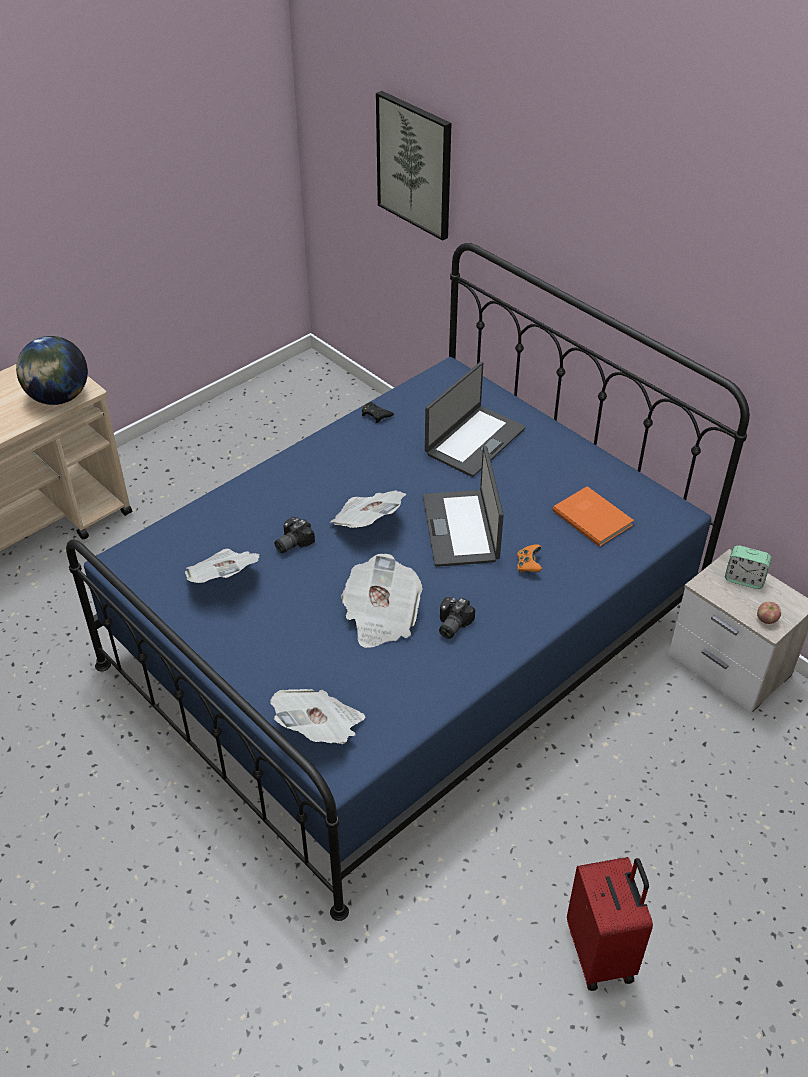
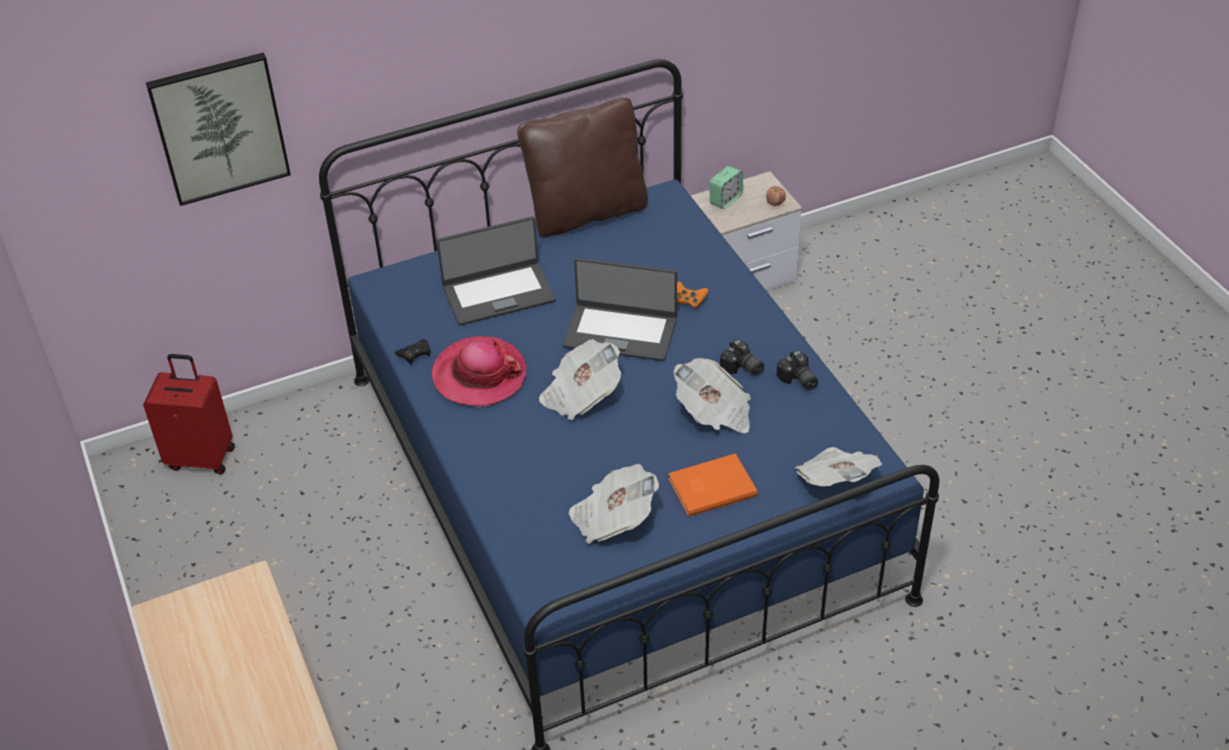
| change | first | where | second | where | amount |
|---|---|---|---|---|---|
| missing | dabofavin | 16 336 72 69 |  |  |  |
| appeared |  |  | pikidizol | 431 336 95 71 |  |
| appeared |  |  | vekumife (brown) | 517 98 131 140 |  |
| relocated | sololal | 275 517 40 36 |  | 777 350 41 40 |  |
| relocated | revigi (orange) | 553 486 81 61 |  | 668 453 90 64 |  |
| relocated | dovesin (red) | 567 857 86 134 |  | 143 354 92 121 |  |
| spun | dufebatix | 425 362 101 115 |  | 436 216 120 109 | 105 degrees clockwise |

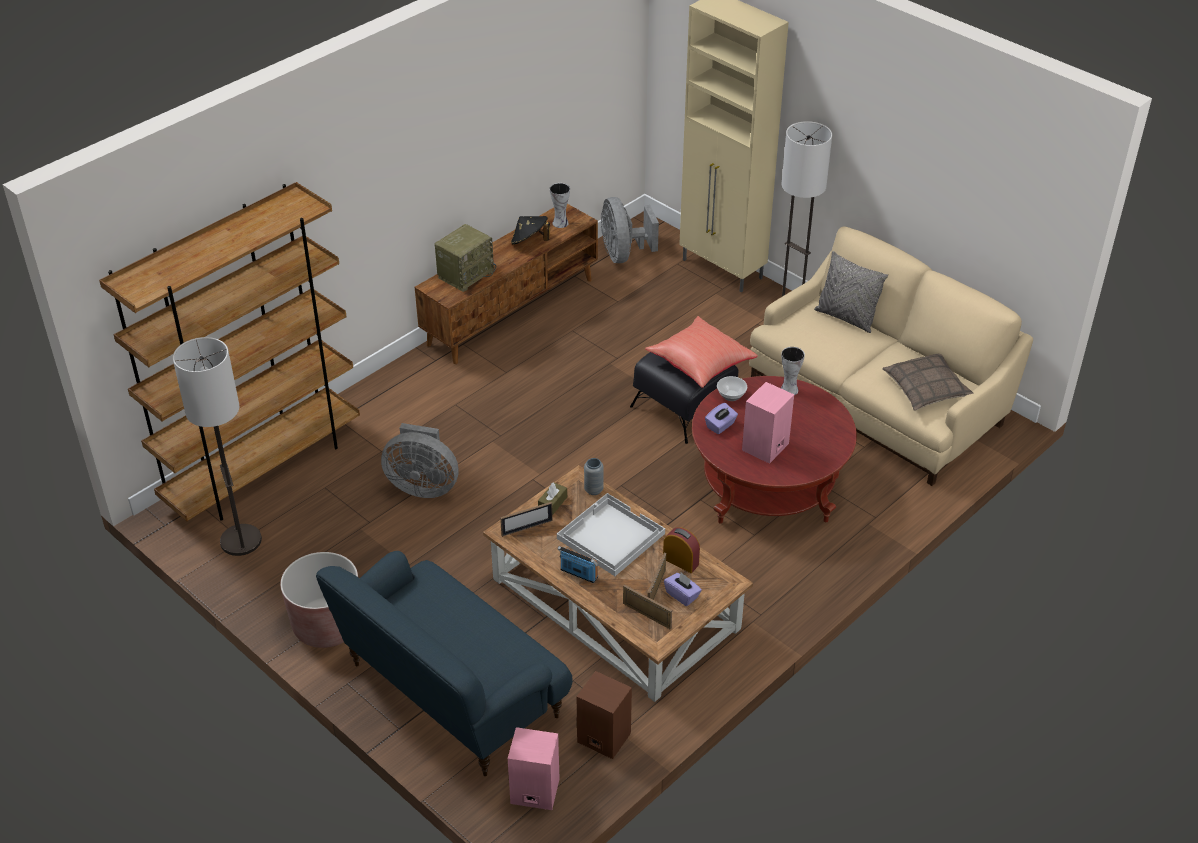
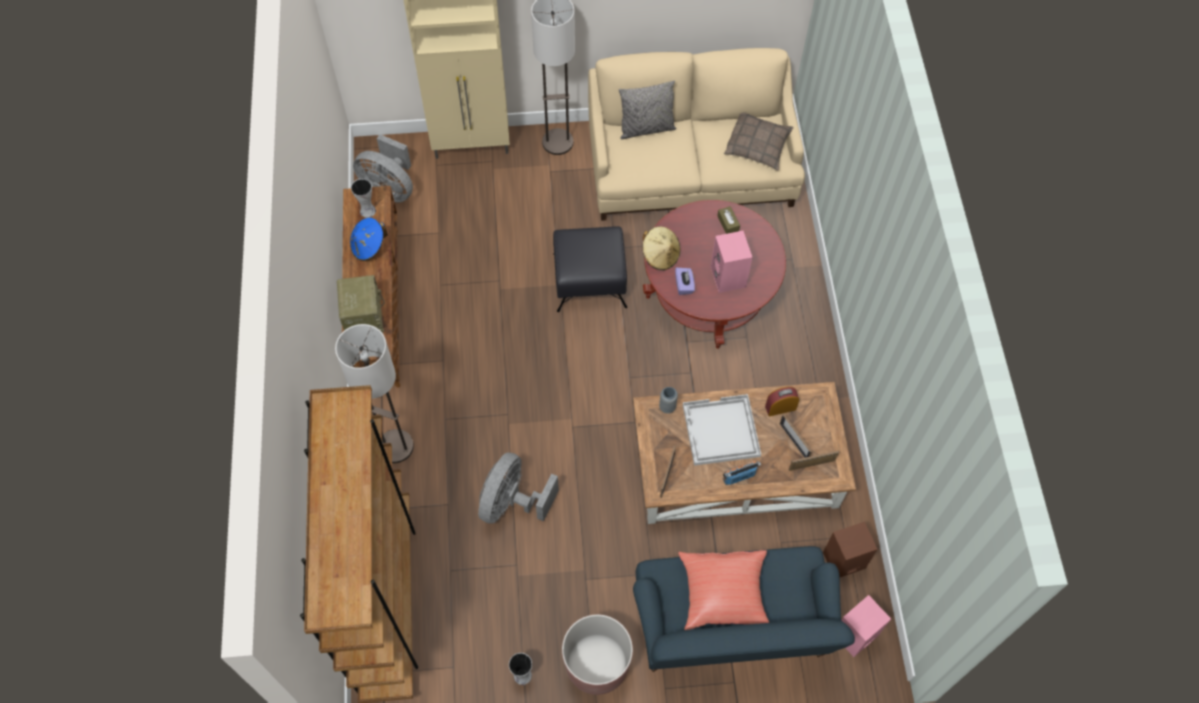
| change | first | where | second | where | amount |
|---|---|---|---|---|---|
| missing | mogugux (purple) | 664 572 38 34 |  |  |  |
| relocated | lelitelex | 173 337 89 219 |  | 335 324 79 139 |  |
| relocated | mogugux (brown) | 538 482 29 33 |  | 717 206 23 28 |  |
| relocated | vekumife (red) | 645 316 113 72 |  | 679 550 90 80 |  |
| relocated | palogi | 781 347 24 48 |  | 509 653 23 32 |  |
| exchanged | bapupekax | 717 376 30 25 | pikidizol (beige) | 642 226 38 44 |  |
| colour | pikidizol (black) | 511 216 39 29 | pikidizol (blue) | 350 218 38 43 |  |
| spun | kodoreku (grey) | 381 423 78 75 |  | 478 452 81 72 | 150 degrees clockwise |

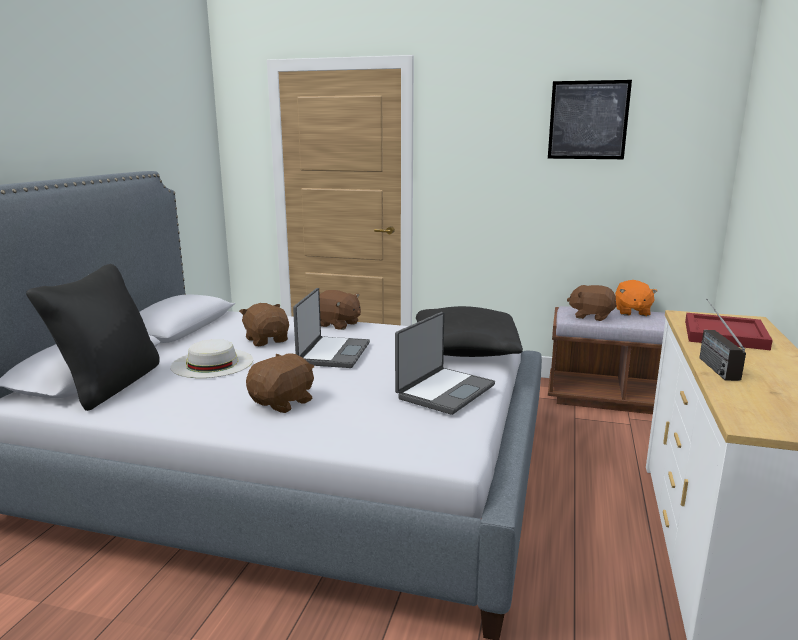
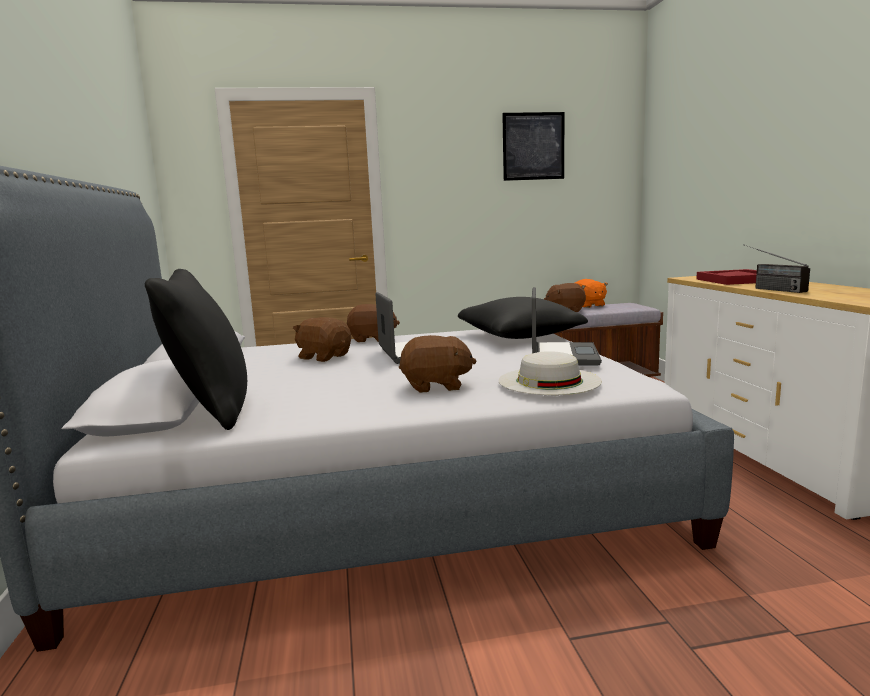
| change | first | where | second | where | amount |
|---|---|---|---|---|---|
| relocated | pikidizol (white) | 170 339 83 39 |  | 498 351 104 44 |  |
| spun | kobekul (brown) | 246 353 68 60 |  | 399 335 78 58 | 75 degrees clockwise |

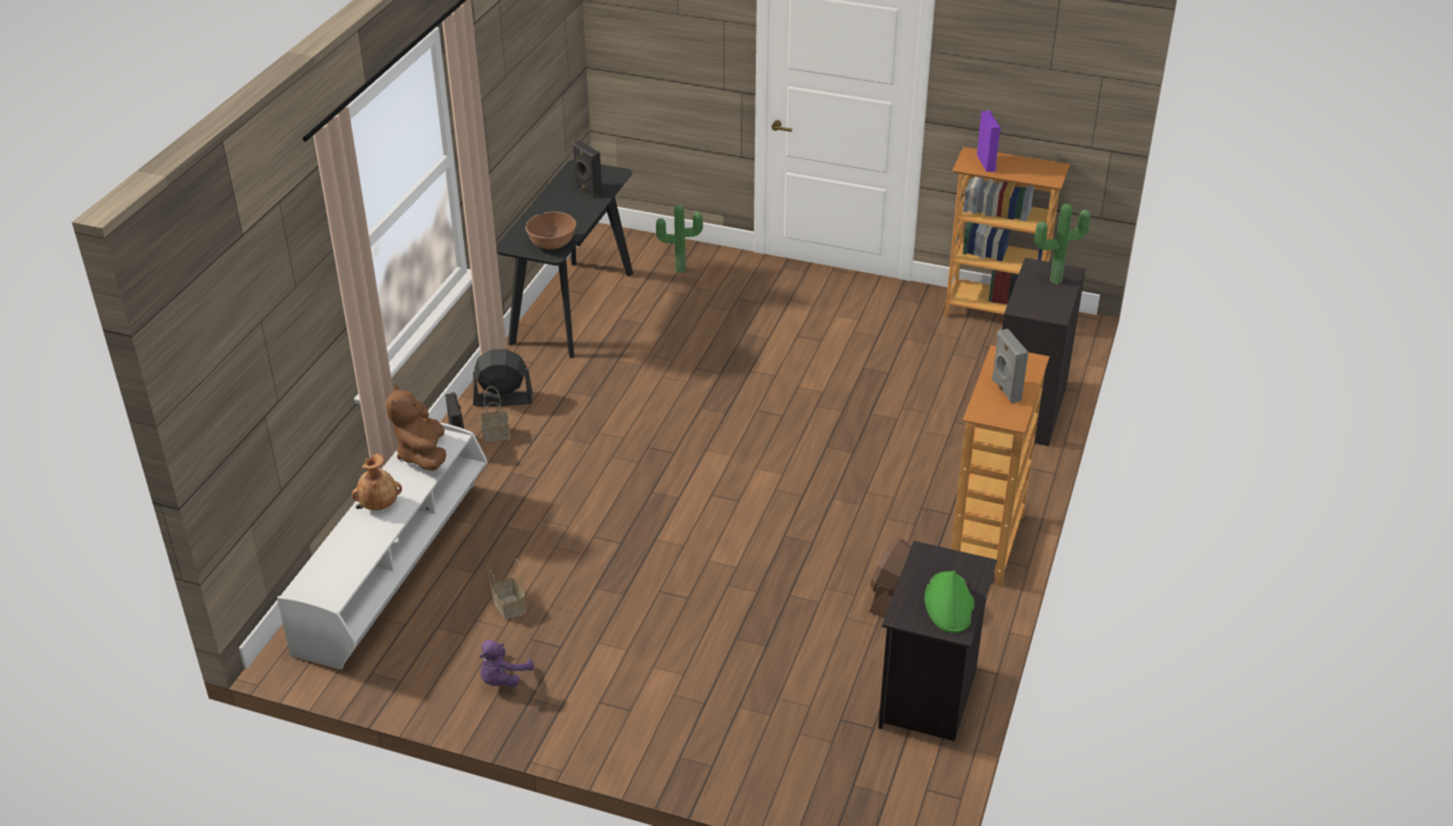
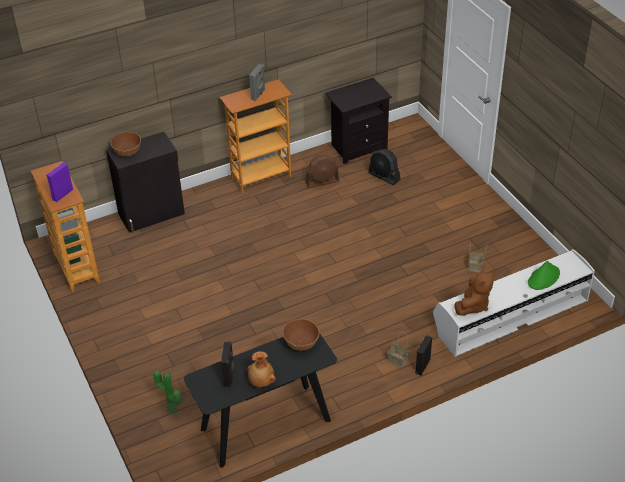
| change | first | where | second | where | amount |
|---|---|---|---|---|---|
| missing | kobekul (purple) | 479 640 55 47 |  |  |  |
| relocated | palogi (brown) | 352 453 50 57 |  | 247 351 29 36 |  |
| relocated | kodoreku (black) | 473 349 59 57 |  | 368 149 33 36 |  |
| relocated | pikidizol (green) | 924 570 50 63 |  | 528 261 32 29 |  |
| exchanged | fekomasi | 1034 204 57 80 | bapupekax (brown) | 110 132 31 25 |  |

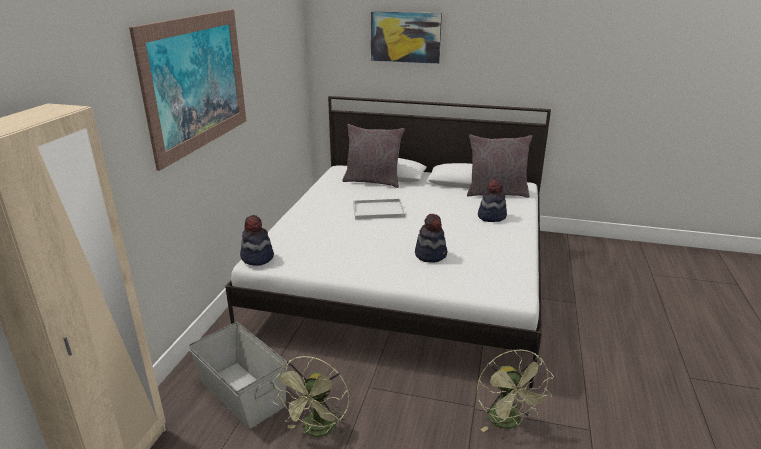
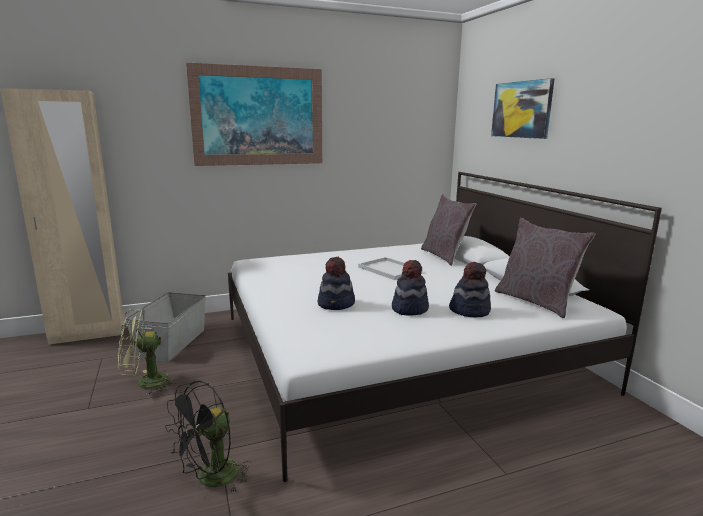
| change | first | where | second | where | amount |
|---|---|---|---|---|---|
| relocated | pikidizol | 240 215 34 51 |  | 392 260 37 56 |  |
| colour | kodoreku (green) | 477 349 77 83 | kodoreku (black) | 165 381 86 112 |  |

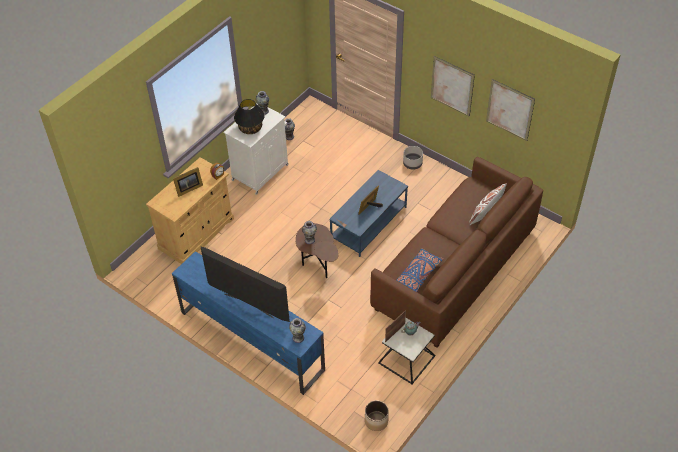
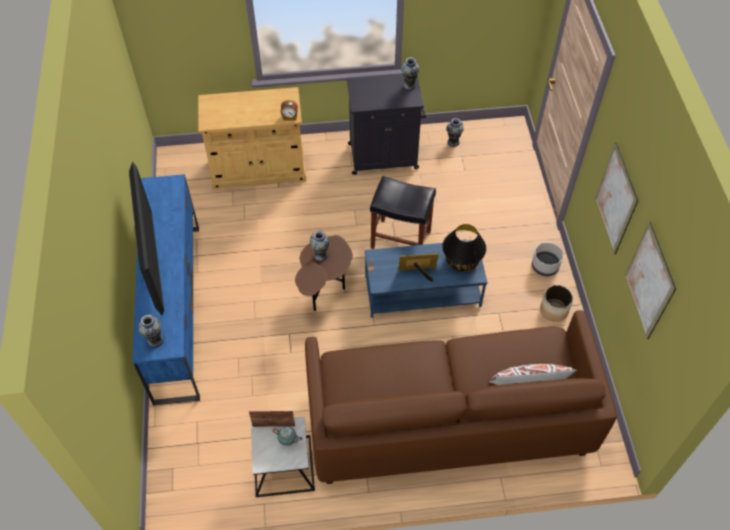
| change | first | where | second | where | amount |
|---|---|---|---|---|---|
| missing | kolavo | 173 167 30 30 |  |  |  |
| missing | vekumife (blue) | 396 248 47 44 |  |  |  |
| appeared |  |  | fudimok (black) | 370 176 66 73 |  |
| relocated | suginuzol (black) | 234 99 31 35 |  | 442 224 44 48 |  |
| relocated | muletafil | 365 400 24 31 |  | 540 285 33 37 |  |
| colour | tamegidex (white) | 223 104 66 91 | tamegidex (black) | 347 74 79 101 |  |

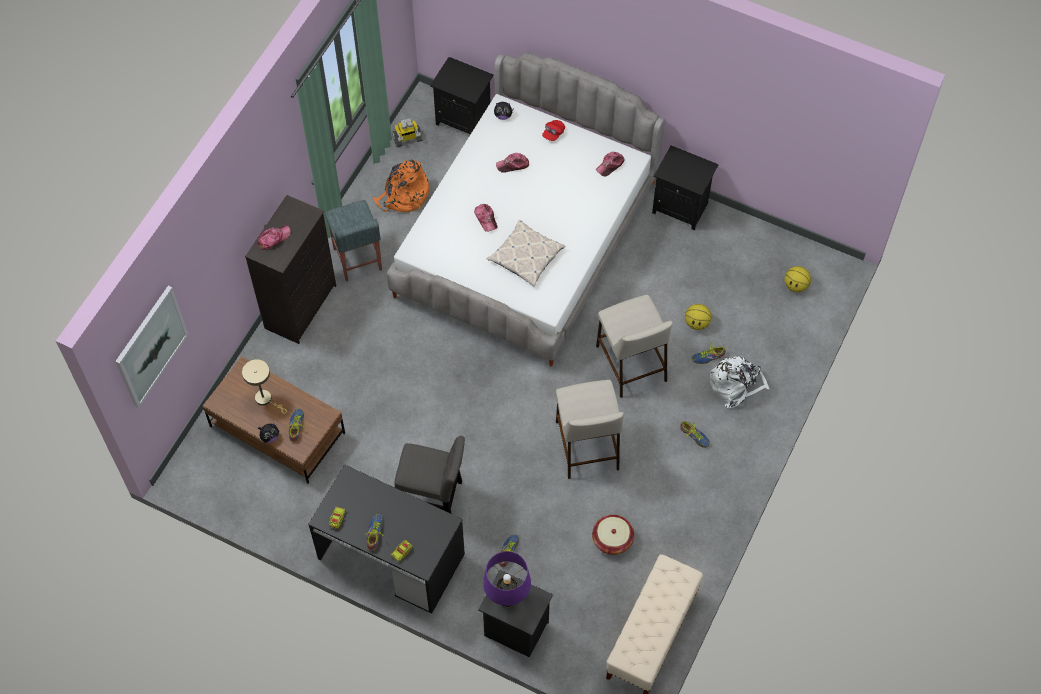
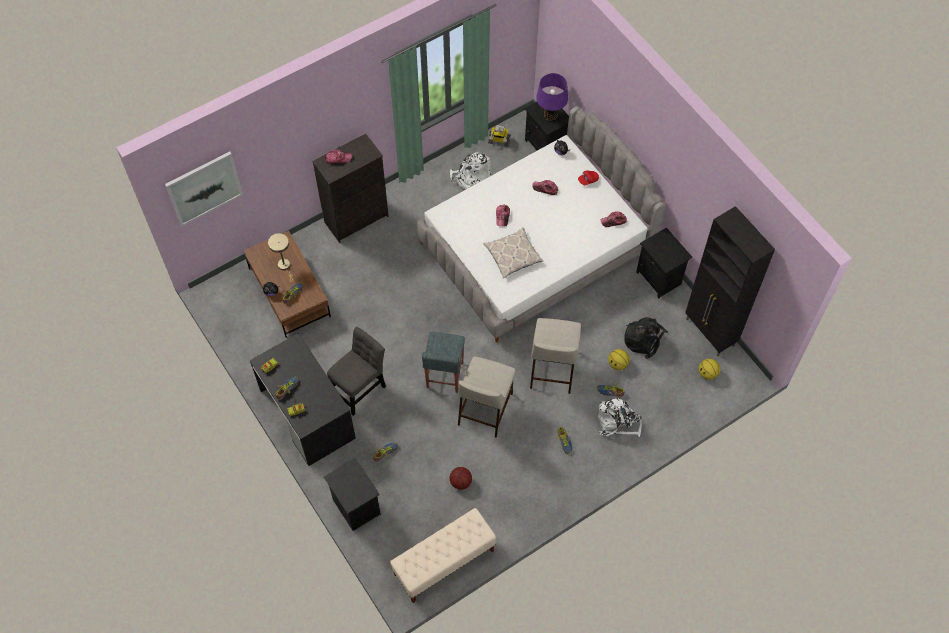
| change | first | where | second | where | amount |
|---|---|---|---|---|---|
| appeared |  |  | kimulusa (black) | 624 317 44 42 |  |
| appeared |  |  | tamegidex (black) | 685 206 90 150 |  |
| relocated | fudimok (grey) | 325 200 57 81 |  | 422 332 43 61 |  |
| relocated | suginuzol (purple) | 483 551 48 56 |  | 536 73 32 48 |  |
| exchanged | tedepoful | 592 515 42 40 | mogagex | 450 467 22 23 |  |
| colour | kimulusa (orange) | 373 160 56 53 | kimulusa (white) | 450 152 41 38 |  |
| spun | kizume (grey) | 394 436 71 78 |  | 327 327 59 89 | 90 degrees counterclockwise |

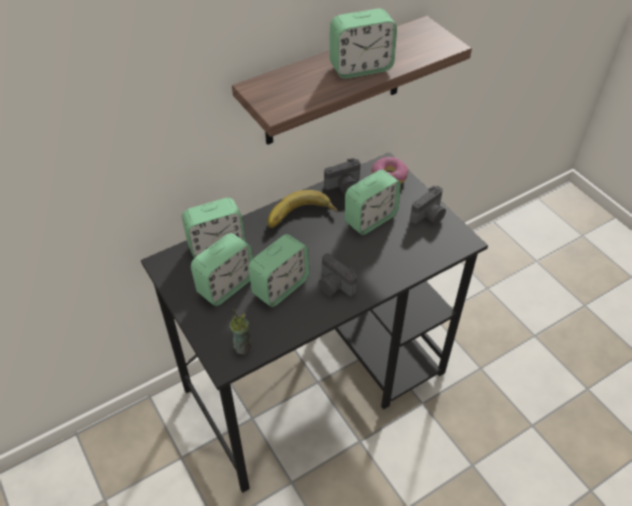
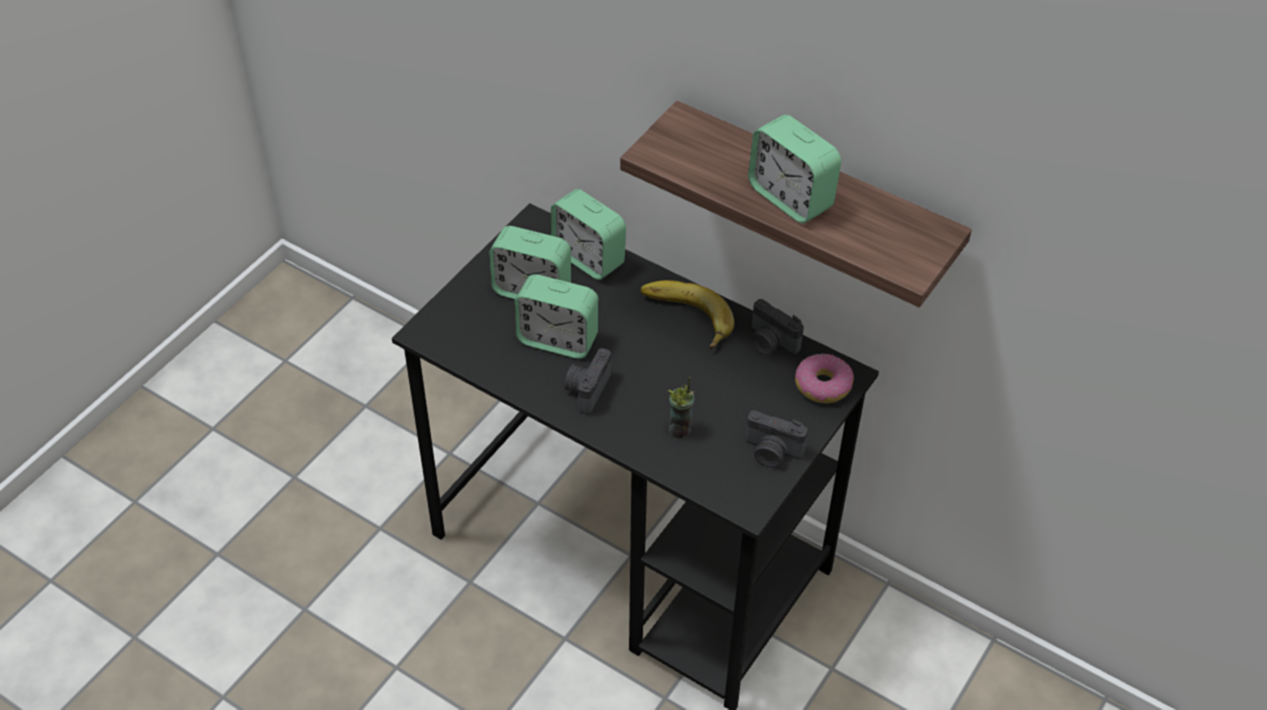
| change | first | where | second | where | amount |
|---|---|---|---|---|---|
| missing | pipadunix | 345 170 56 65 |  |  |  |
| relocated | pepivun | 230 309 21 45 |  | 668 377 26 61 |  |

